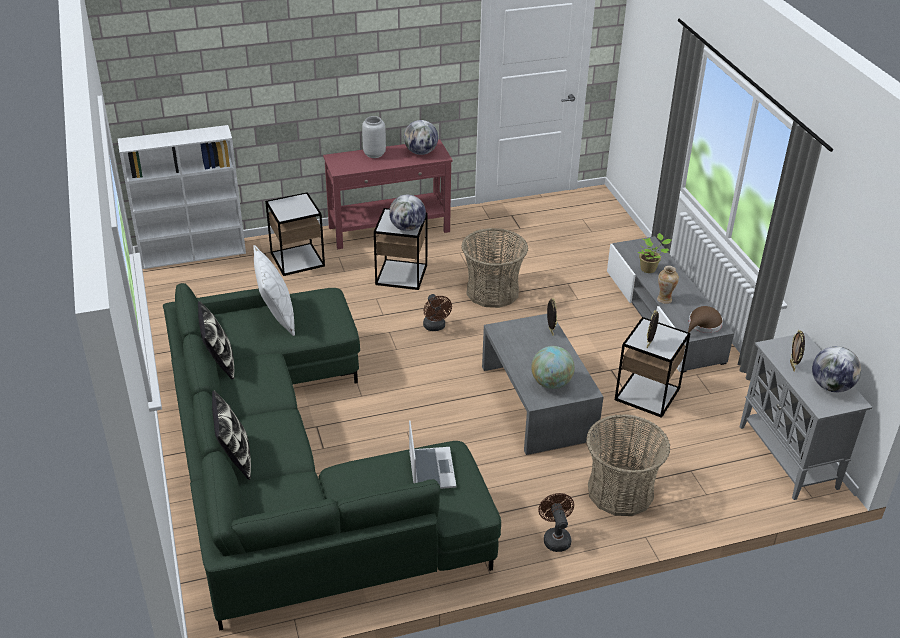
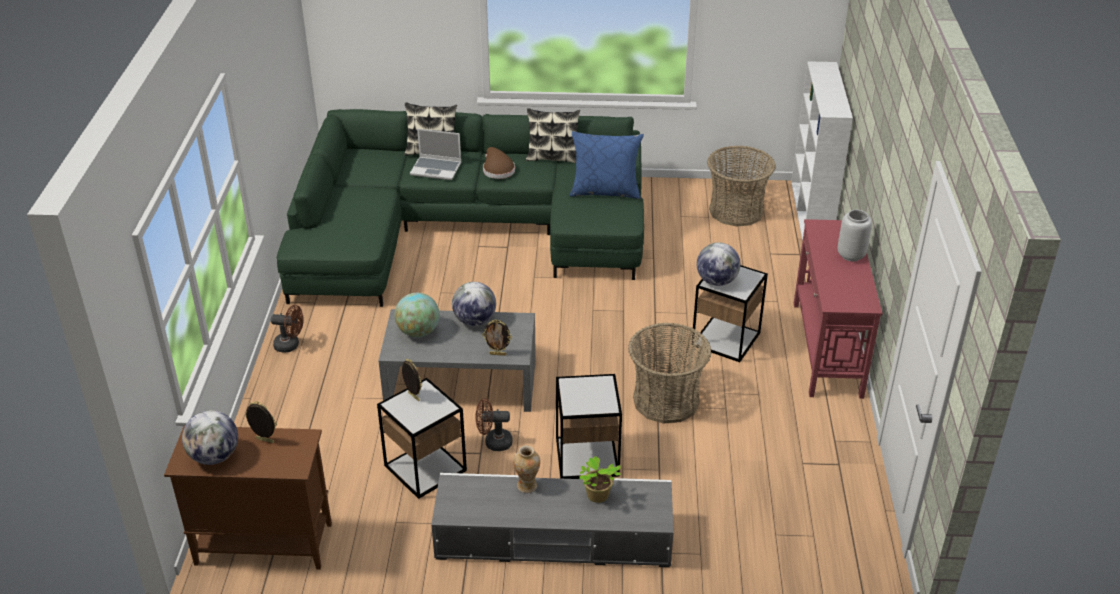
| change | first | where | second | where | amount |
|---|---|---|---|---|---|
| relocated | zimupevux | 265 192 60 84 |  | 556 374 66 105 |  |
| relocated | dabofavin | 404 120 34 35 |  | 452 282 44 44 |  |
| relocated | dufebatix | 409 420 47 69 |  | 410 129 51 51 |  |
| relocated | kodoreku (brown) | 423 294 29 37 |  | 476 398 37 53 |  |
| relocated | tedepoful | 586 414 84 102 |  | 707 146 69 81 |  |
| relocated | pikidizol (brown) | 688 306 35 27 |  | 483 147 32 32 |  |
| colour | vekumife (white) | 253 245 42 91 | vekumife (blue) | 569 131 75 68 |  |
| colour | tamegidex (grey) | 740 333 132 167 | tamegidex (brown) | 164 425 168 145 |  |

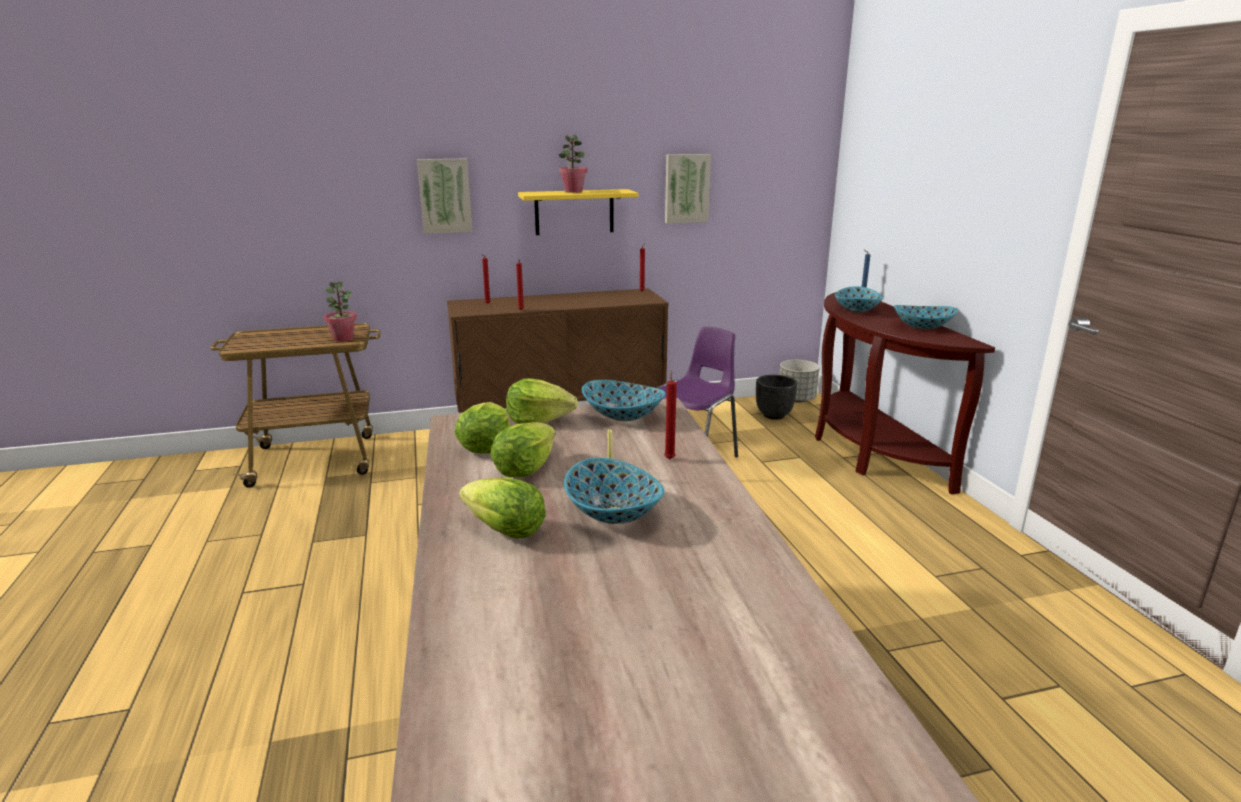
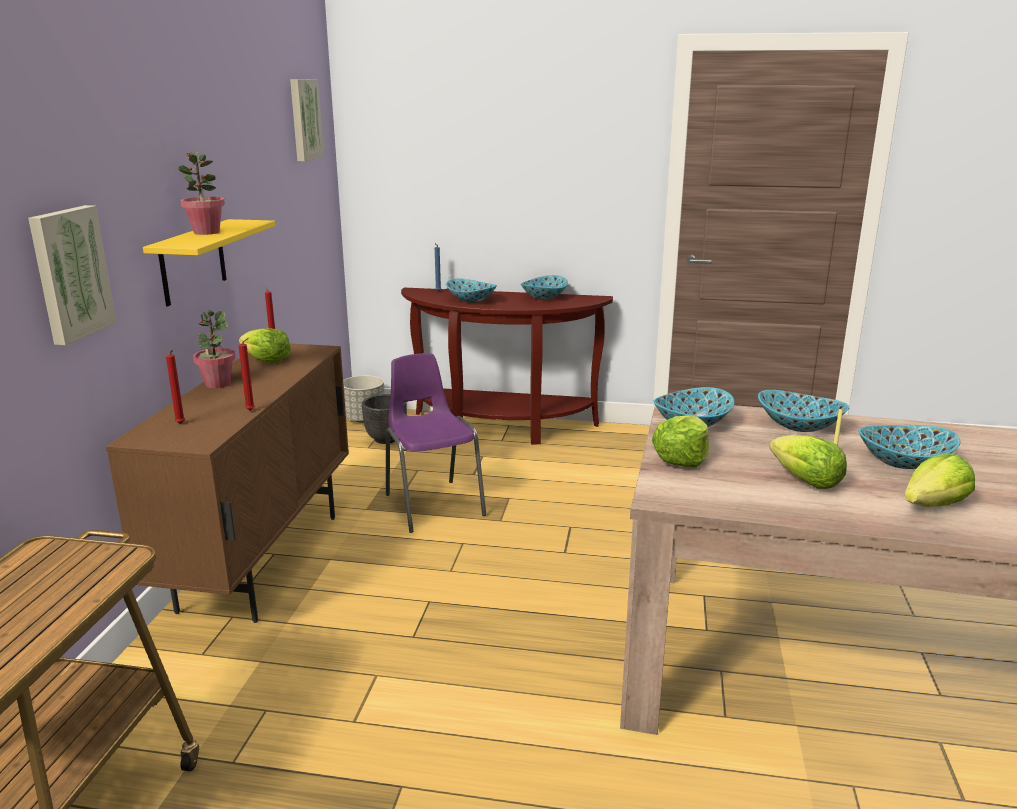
| change | first | where | second | where | amount |
|---|---|---|---|---|---|
| relocated | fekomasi | 324 281 33 61 |  | 193 310 43 78 |  |
| relocated | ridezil | 455 402 55 52 |  | 239 328 52 35 |  |
| relocated | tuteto | 665 154 46 69 |  | 290 79 34 82 |  |
| exchanged | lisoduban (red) | 664 370 13 89 | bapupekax | 758 390 91 42 |  |

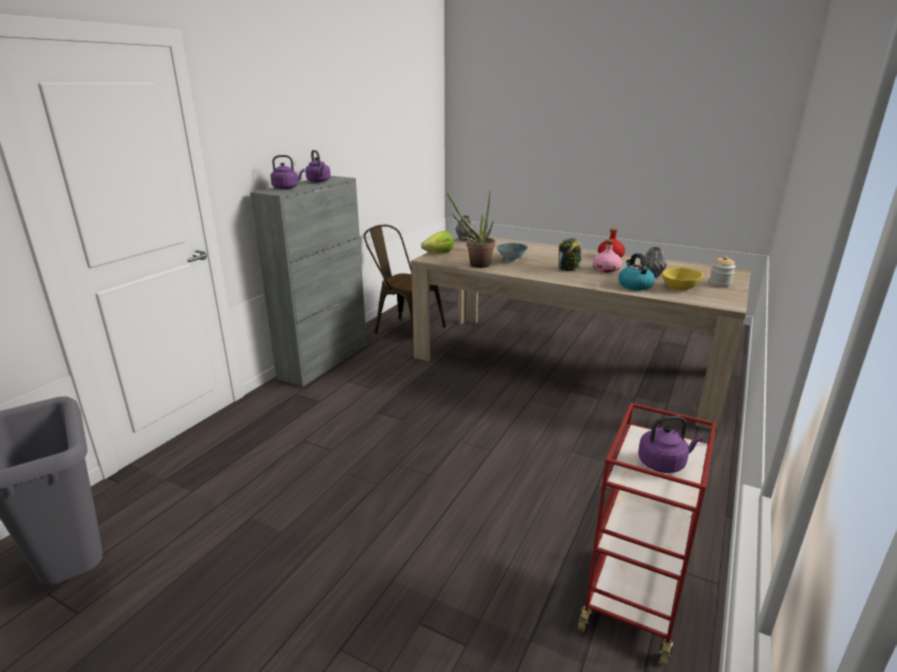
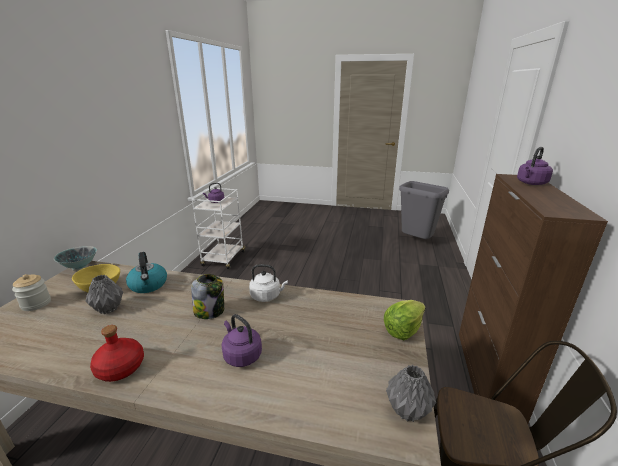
| change | first | where | second | where | amount |
|---|---|---|---|---|---|
| missing | fekomasi | 447 192 48 76 |  |  |  |
| missing | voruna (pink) | 593 239 29 34 |  |  |  |
| appeared |  |  | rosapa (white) | 249 264 39 38 |  |
| relocated | rosapa (purple) | 305 150 26 32 |  | 221 314 41 53 |  |
| relocated | bapupekax | 496 243 32 19 |  | 54 246 43 25 |  |
| colour | tamegidex (grey) | 250 176 117 211 | tamegidex (brown) | 459 174 149 250 |  |
| colour | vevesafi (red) | 578 403 138 263 | vevesafi (white) | 192 188 54 81 |  |

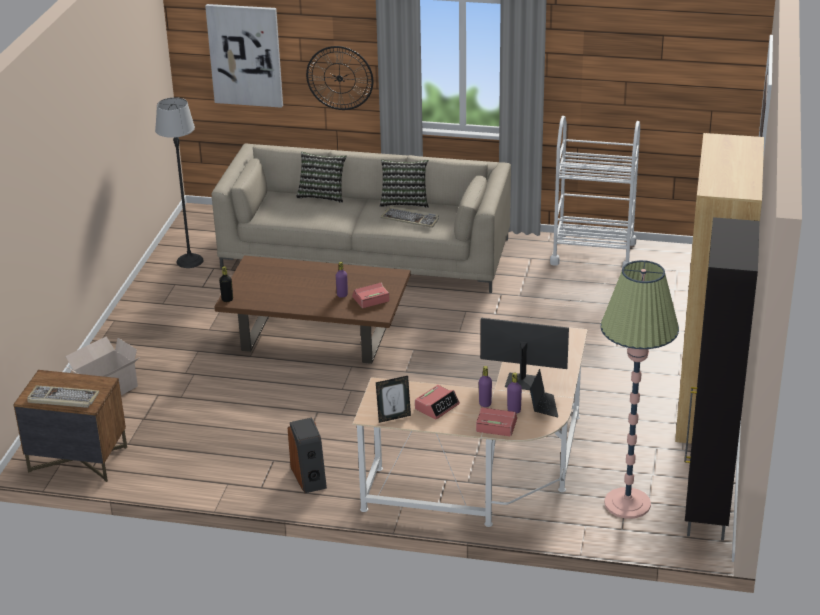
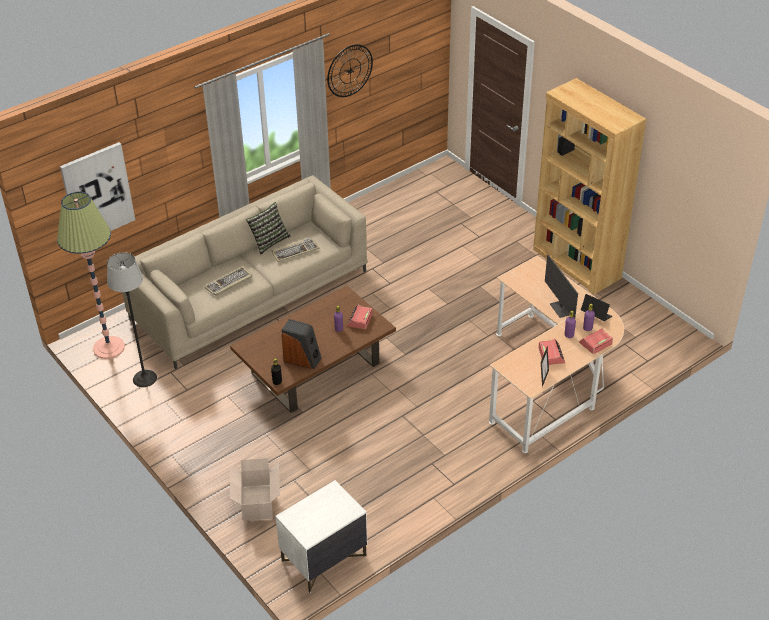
| change | first | where | second | where | amount |
|---|---|---|---|---|---|
| missing | vekumife | 296 152 51 51 |  |  |  |
| missing | vevesafi (white) | 550 116 90 153 |  |  |  |
| missing | tamegidex (black) | 684 217 76 324 |  |  |  |
| relocated | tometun | 27 385 72 23 |  | 204 267 48 29 |  |
| relocated | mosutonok | 288 418 39 75 |  | 281 319 40 50 |  |
| relocated | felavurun | 306 46 67 64 |  | 327 44 46 53 |  |
| relocated | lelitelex | 601 260 78 259 |  | 57 192 68 167 |  |
| colour | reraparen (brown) | 13 370 114 112 | reraparen (white) | 275 480 92 113 |  |
| spun | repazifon | 481 318 88 72 |  | 545 255 33 63 | 75 degrees counterclockwise |

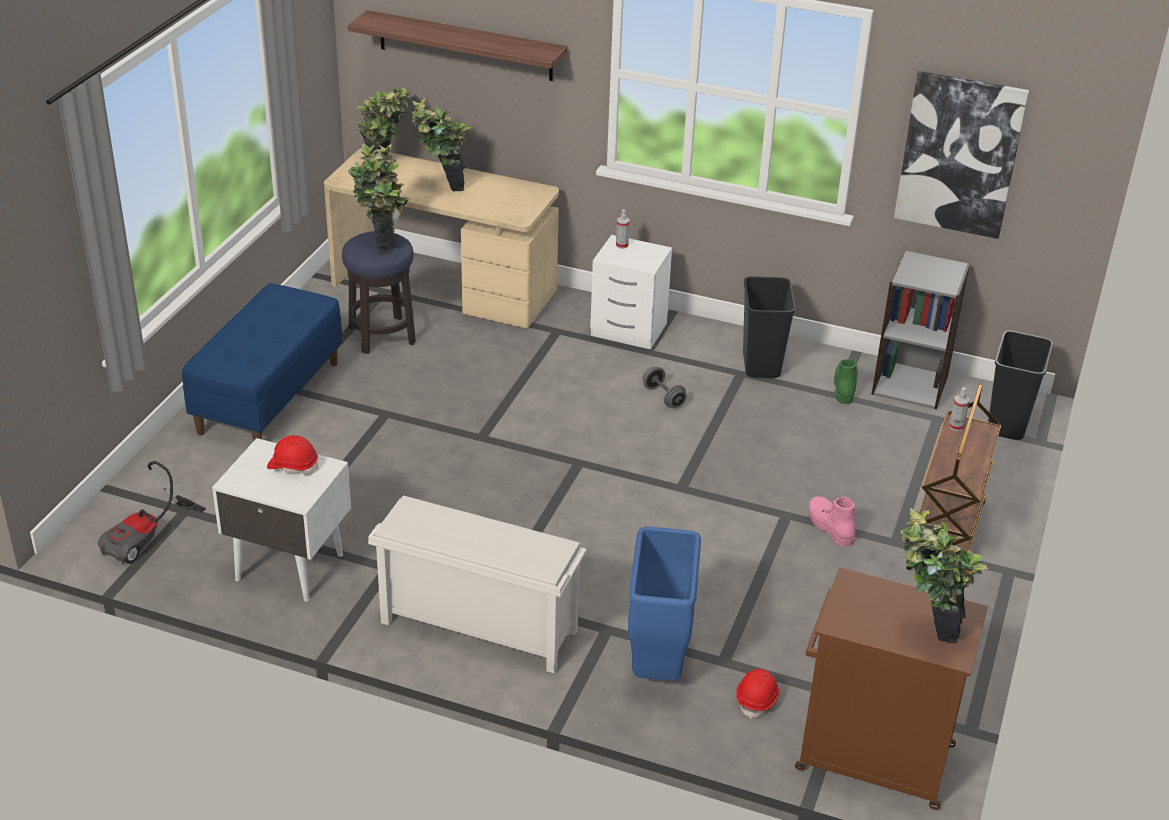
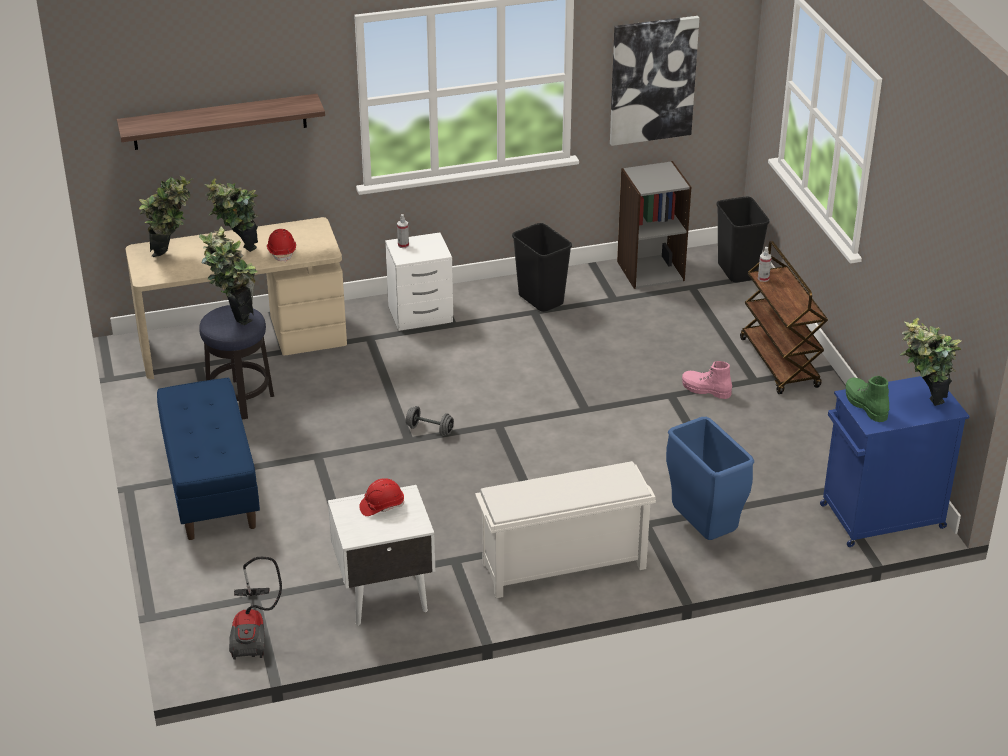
| change | first | where | second | where | amount |
|---|---|---|---|---|---|
| relocated | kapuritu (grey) | 643 367 44 41 |  | 406 406 48 30 |  |
| relocated | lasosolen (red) | 736 669 44 50 |  | 267 229 29 33 |  |
| relocated | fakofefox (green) | 834 359 25 45 |  | 846 376 43 46 |  |
| colour | tamegidex (brown) | 795 567 193 243 | tamegidex (blue) | 820 376 149 171 |  |

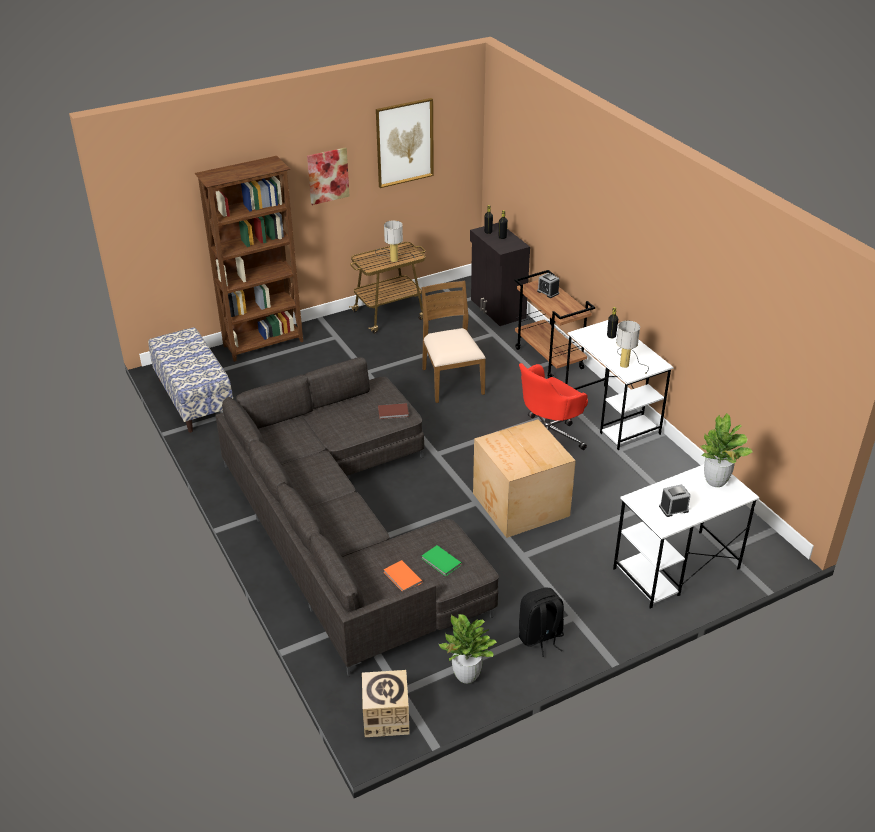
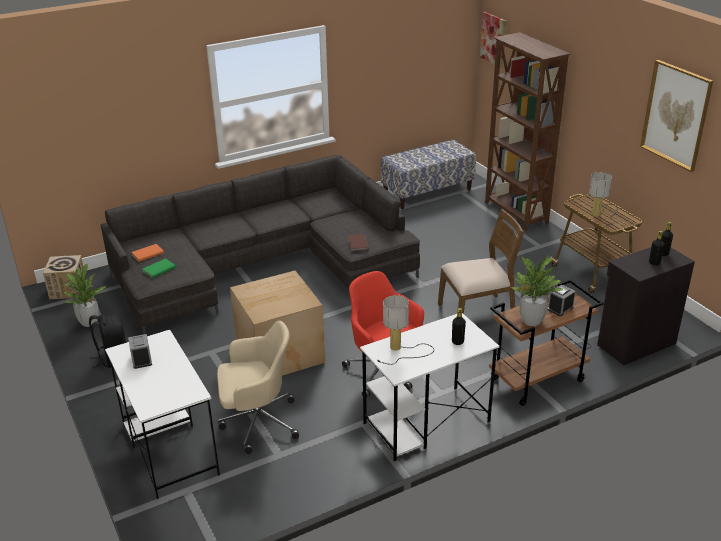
| change | first | where | second | where | amount |
|---|---|---|---|---|---|
| appeared |  |  | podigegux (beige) | 217 321 82 133 |  |
| relocated | tuteto | 307 147 43 58 |  | 480 12 27 56 |  |
| relocated | fekomasi | 700 413 53 74 |  | 511 255 52 71 |  |

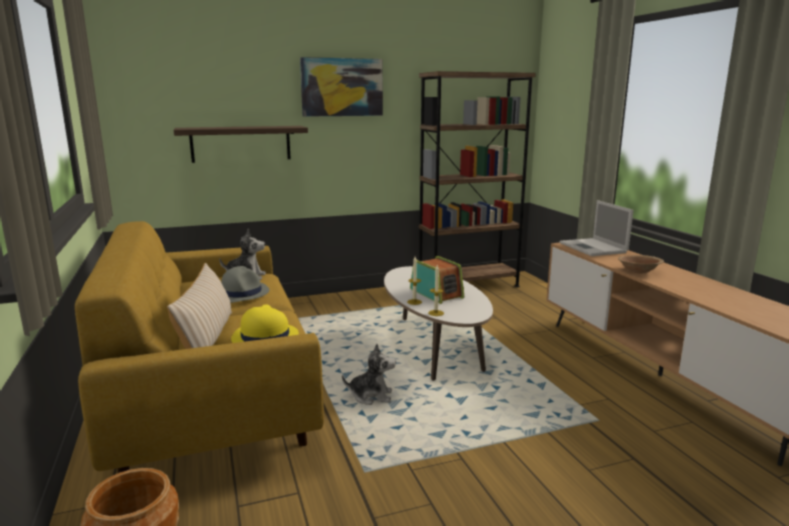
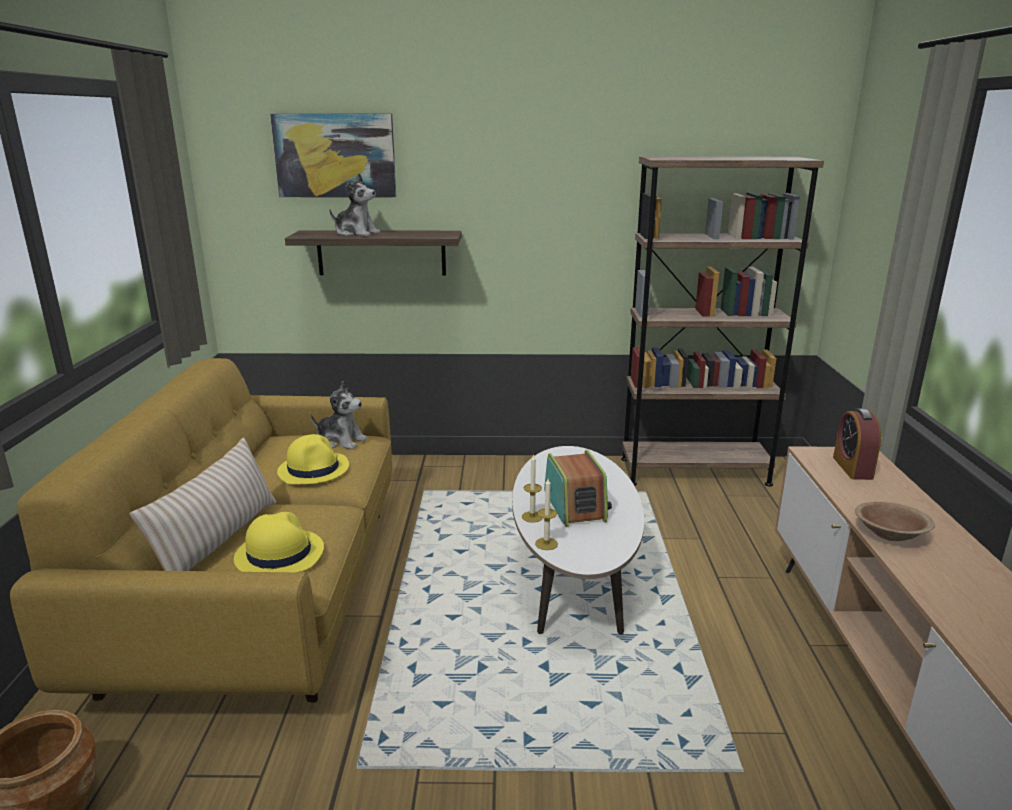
| change | first | where | second | where | amount |
|---|---|---|---|---|---|
| relocated | tuteto | 300 57 83 60 |  | 270 114 127 83 |  |
| relocated | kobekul | 342 344 54 61 |  | 329 174 51 62 |  |
| exchanged | dufebatix | 560 200 74 56 | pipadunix | 833 409 48 71 |  |
| colour | pikidizol (grey) | 221 266 48 37 | pikidizol (yellow) | 277 434 72 51 |  |

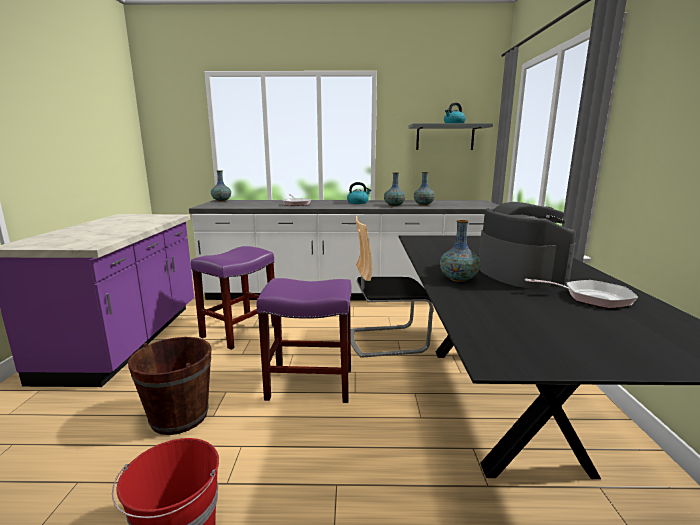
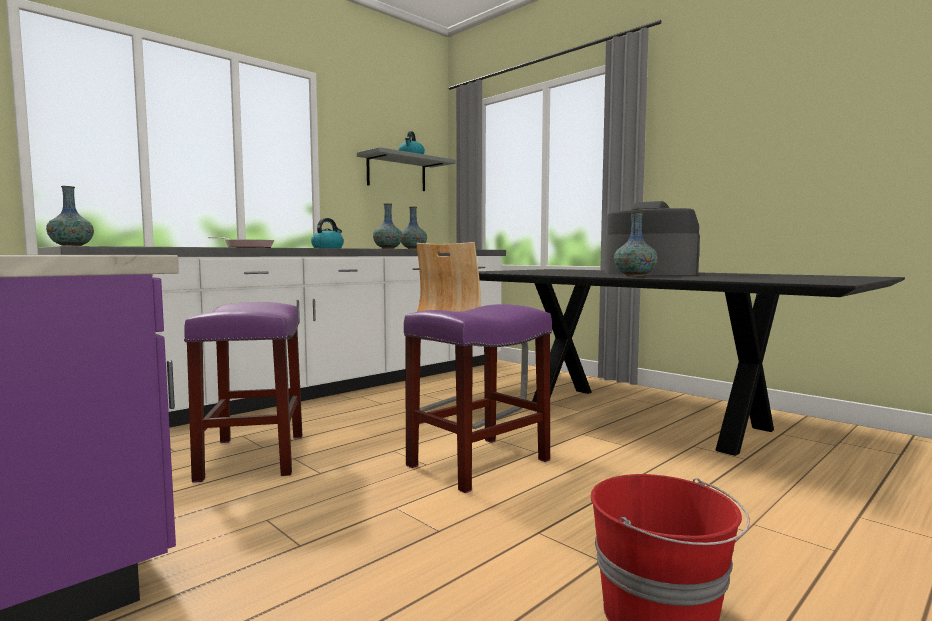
| change | first | where | second | where | amount |
|---|---|---|---|---|---|
| missing | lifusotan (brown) | 128 337 84 98 |  |  |  |
| missing | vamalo | 525 279 113 29 |  |  |  |

